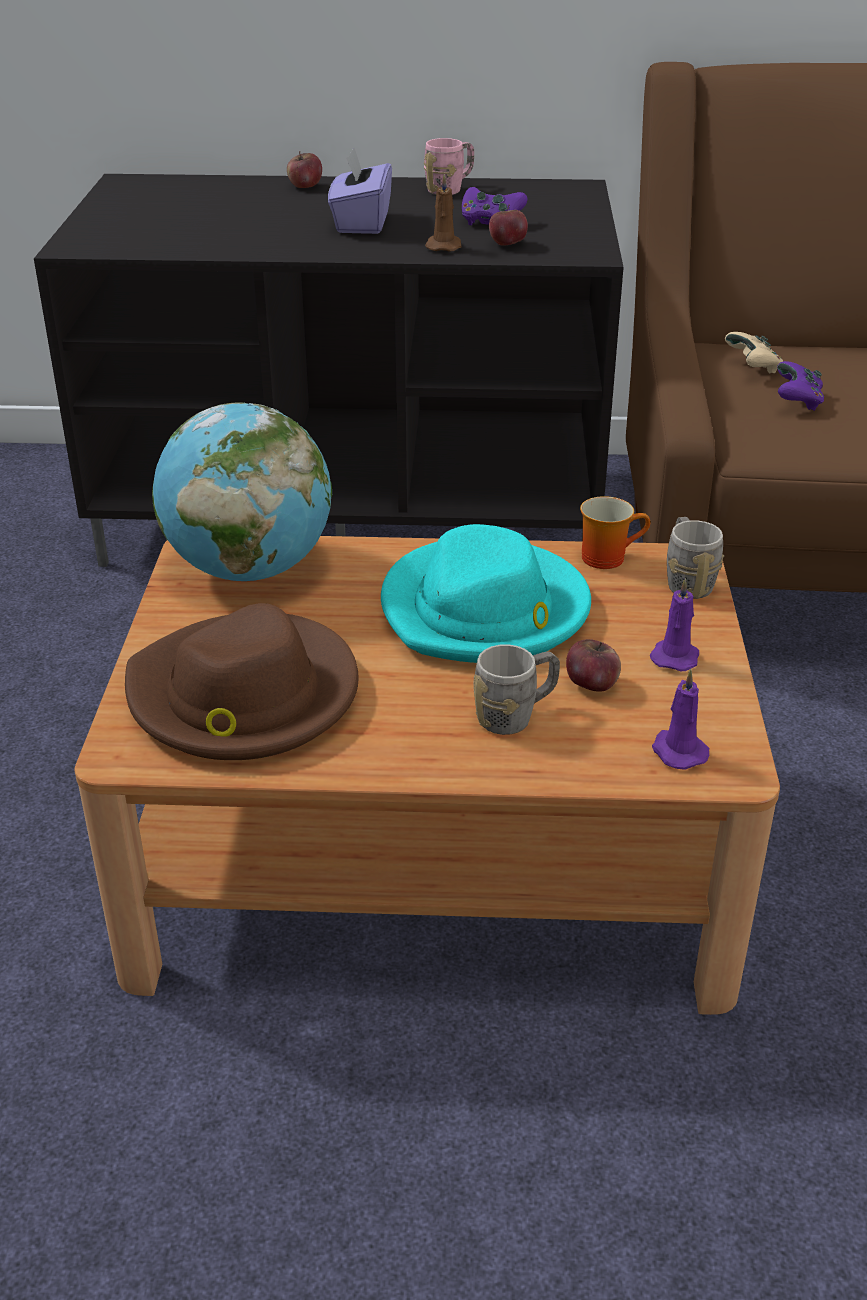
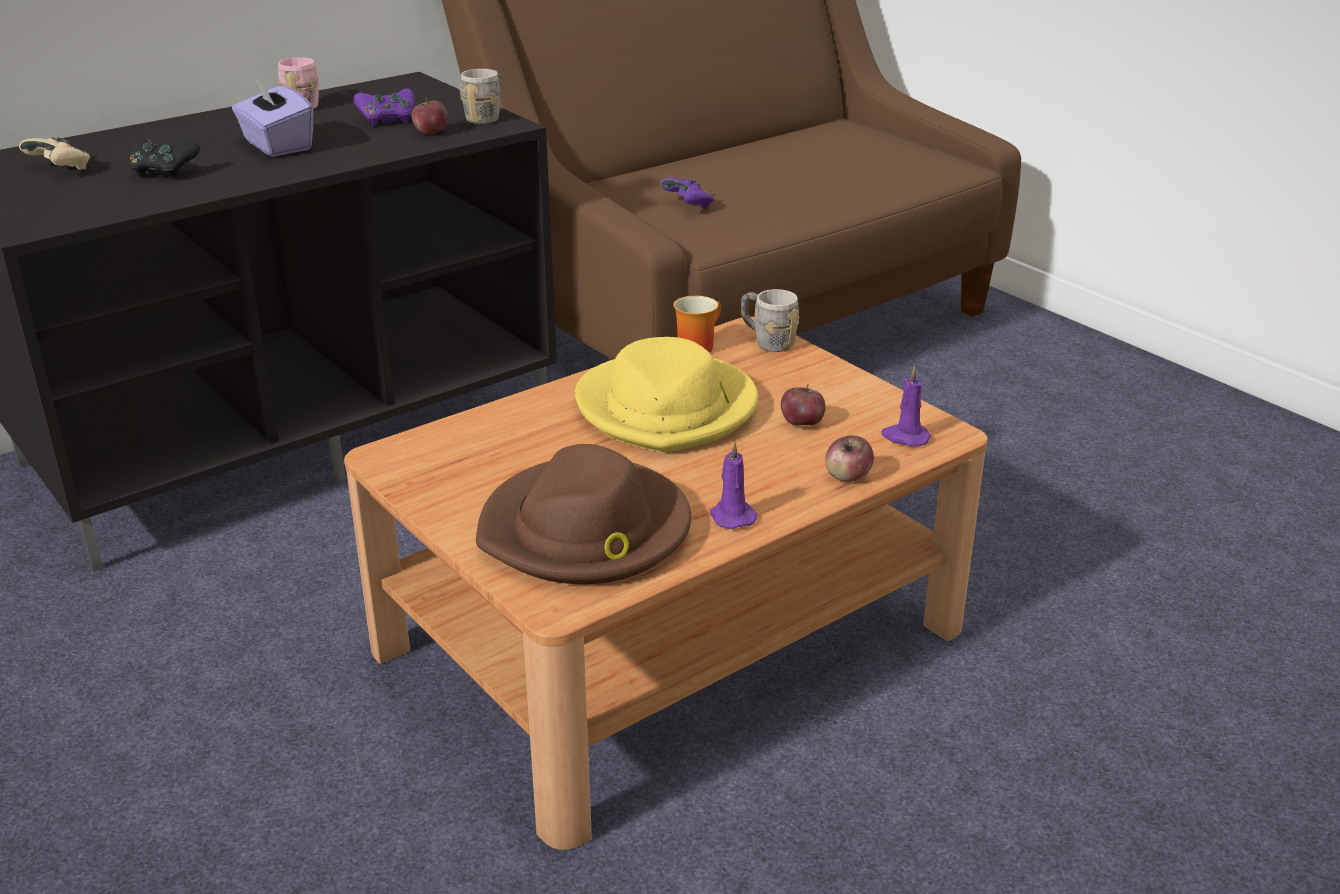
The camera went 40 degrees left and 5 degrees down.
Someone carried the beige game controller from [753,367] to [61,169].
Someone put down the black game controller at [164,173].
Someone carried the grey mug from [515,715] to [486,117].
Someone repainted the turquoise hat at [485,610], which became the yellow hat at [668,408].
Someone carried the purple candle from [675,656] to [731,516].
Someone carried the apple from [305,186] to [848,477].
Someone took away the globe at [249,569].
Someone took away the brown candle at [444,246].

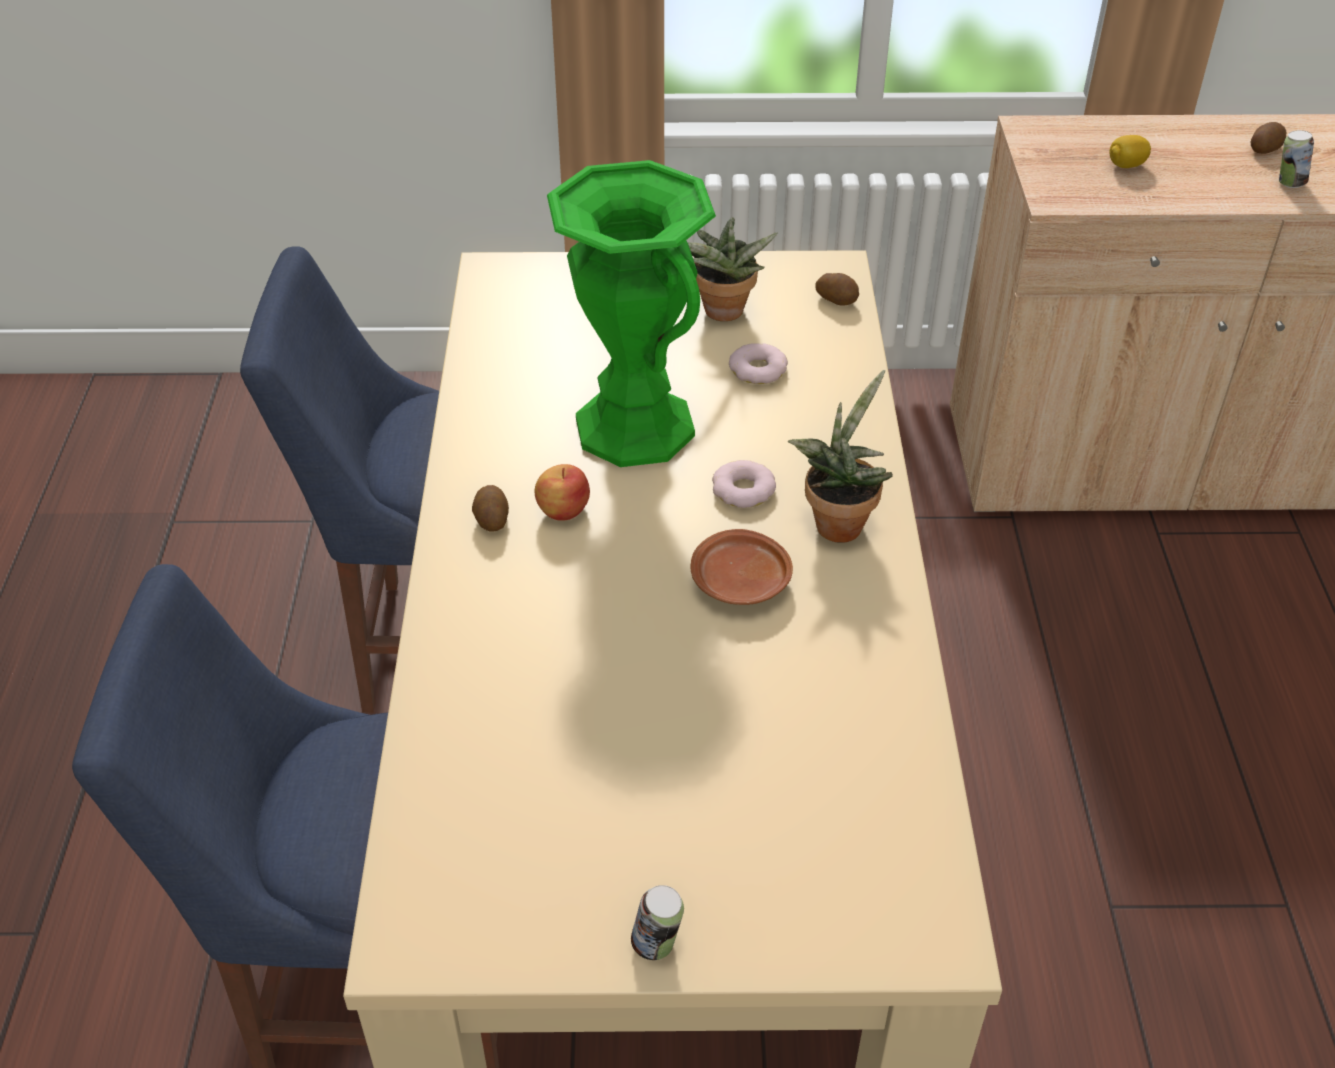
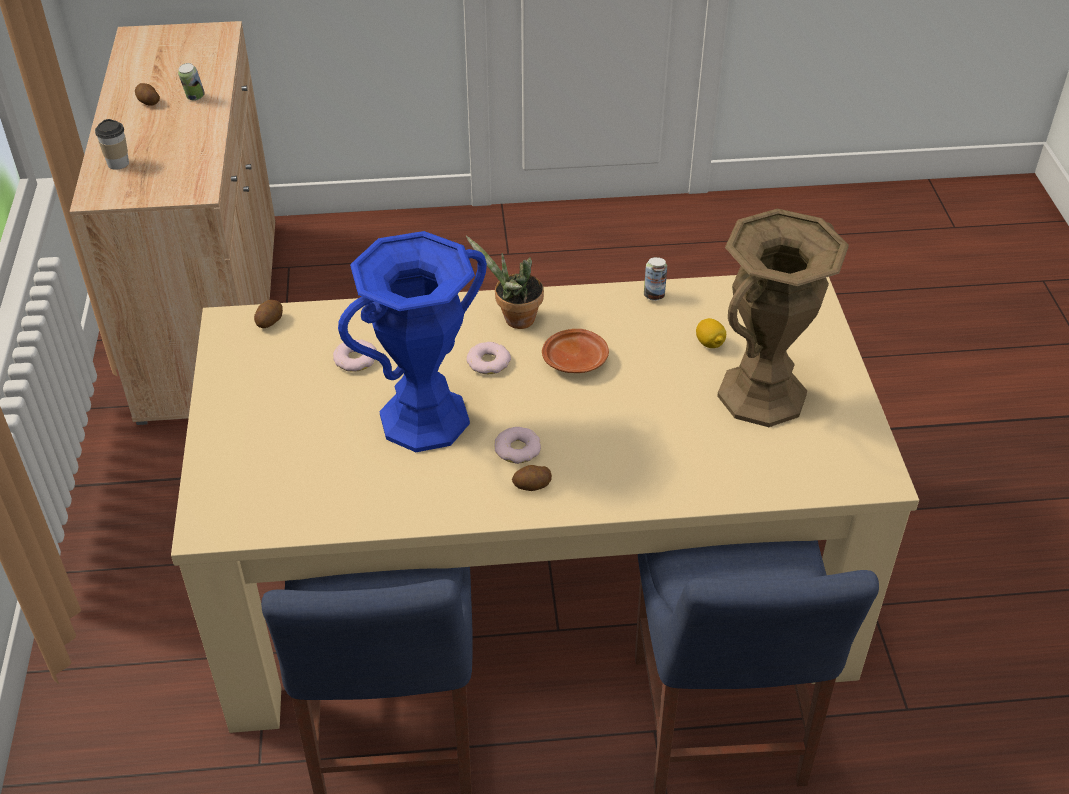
The camera went 95 degrees left and 0 degrees up.
Someone put down the cup at [118,163].
Someone repainted the green vase at [635,427], which became the blue vase at [424,419].
Someone swapped the apple at [563,510] for the donut at [518,449].
Someone carried the can from [657,945] to [654,295].
Someone carried the lemon from [1126,166] to [709,343].
Someone put down the brown vase at [761,395].
Someone took away the potted plant at [723,314].

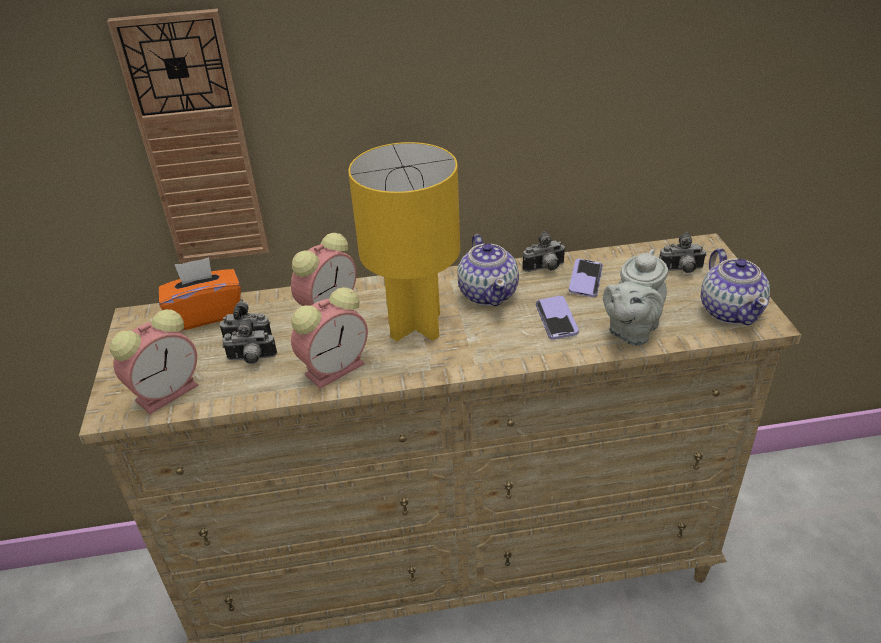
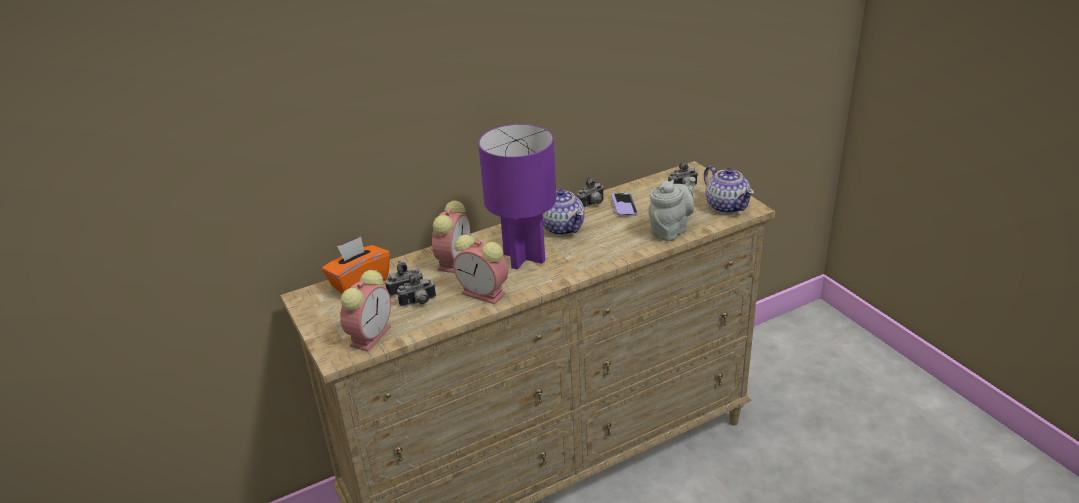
The camera went 20 degrees left and 5 degrees down.
Someone rotated the alarm clock at [336,367] by 90 degrees clockwise.
Someone repainted the yellow table lamp at [415,325], which became the purple table lamp at [524,257].
Someone rotated the grey teapot at [631,331] by 150 degrees counterclockwise.
Someone took away the wall clock at [197,146].
Someone took away the phone at [556,319].

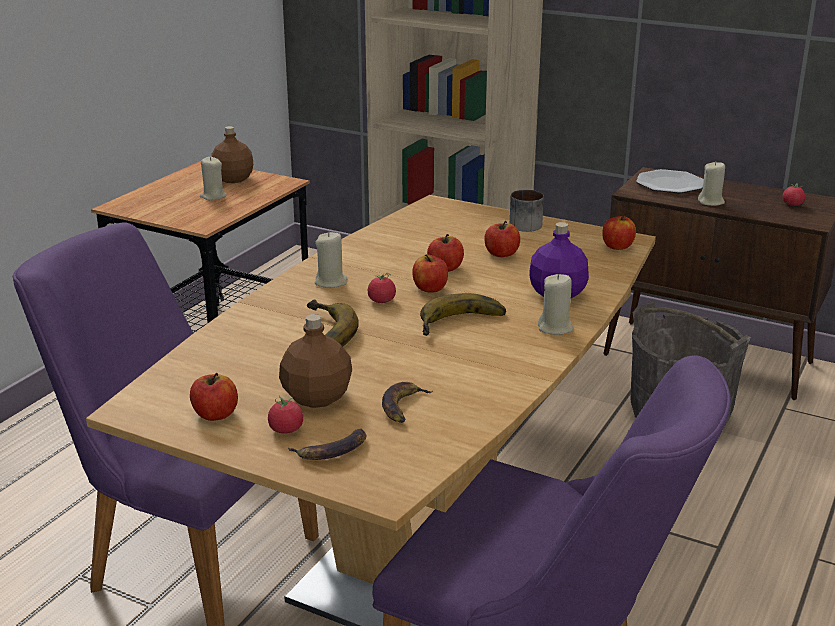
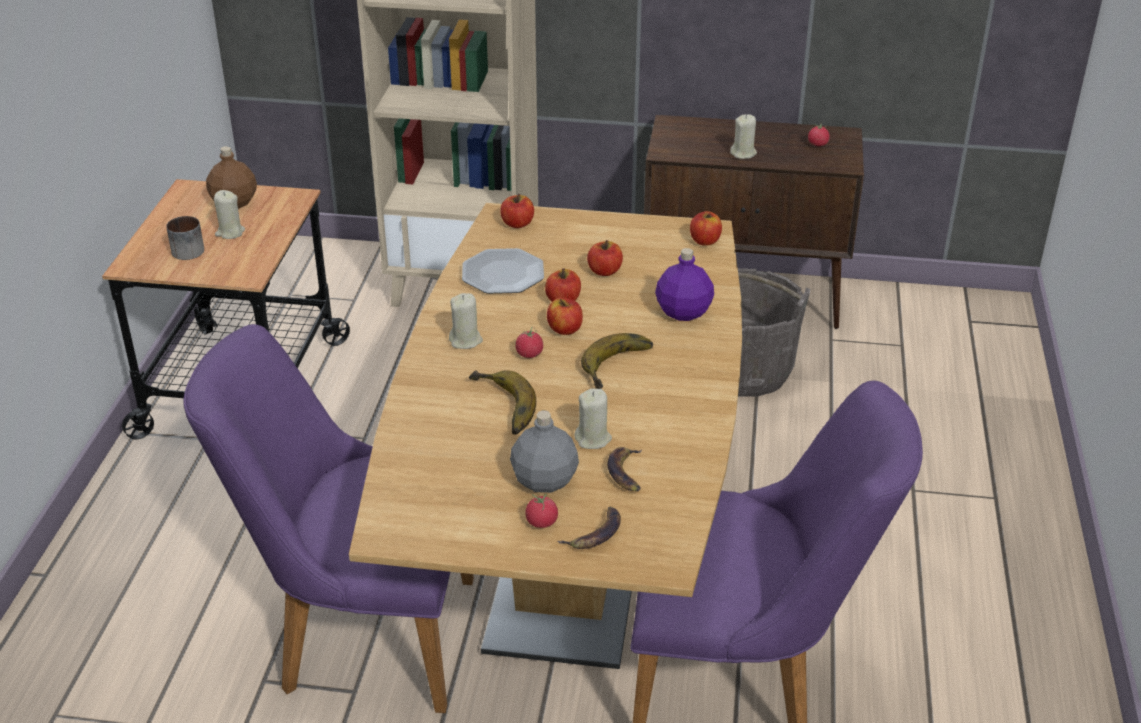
The camera went 20 degrees left and 10 degrees up.
Someone carried the mug from [522,224] to [184,250].
Someone carried the plate from [669,184] to [503,274].
Someone carried the apple from [215,414] to [517,224].
Someone repainted the brown bottle at [315,397], which became the grey bottle at [543,481].
Someone carried the beige candle from [555,328] to [593,439].

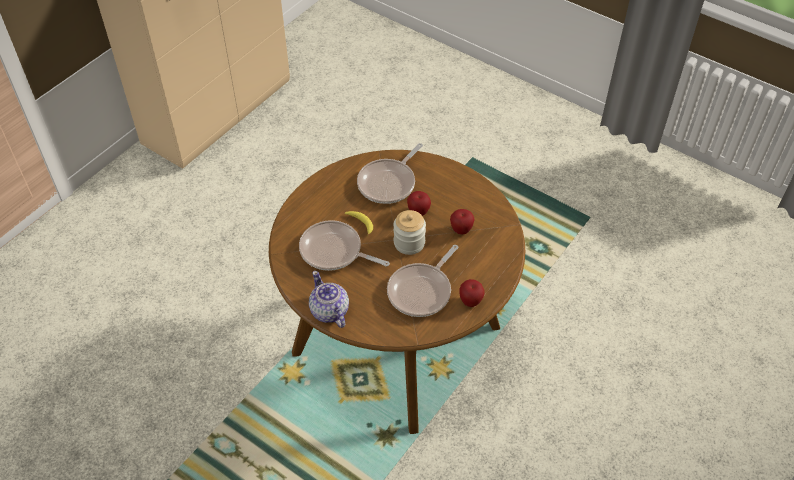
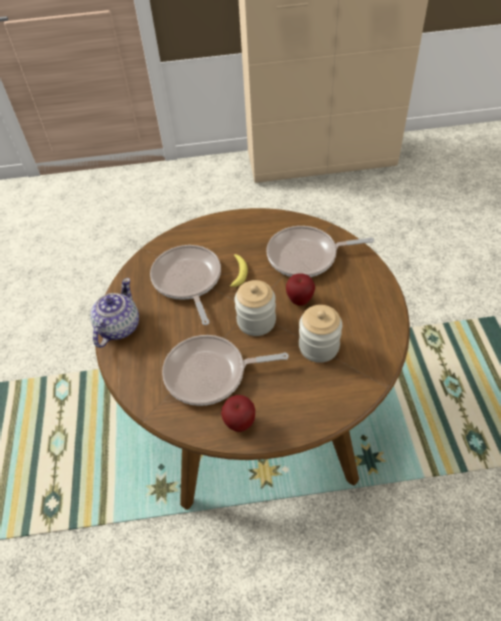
The camera went 50 degrees right and 0 degrees up.
Someone swapped the apple at [461,230] for the jar at [319,346].

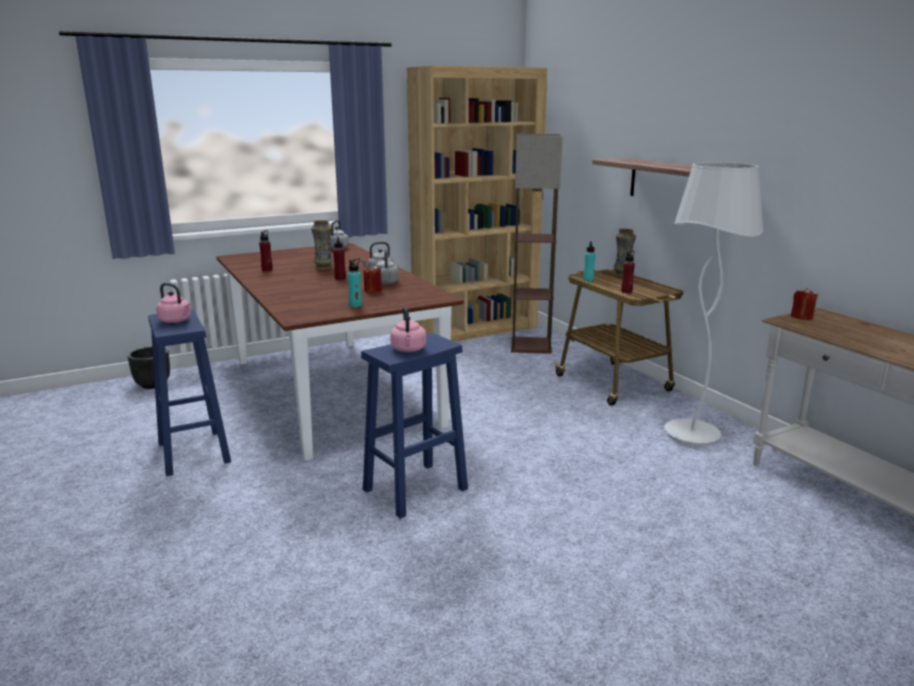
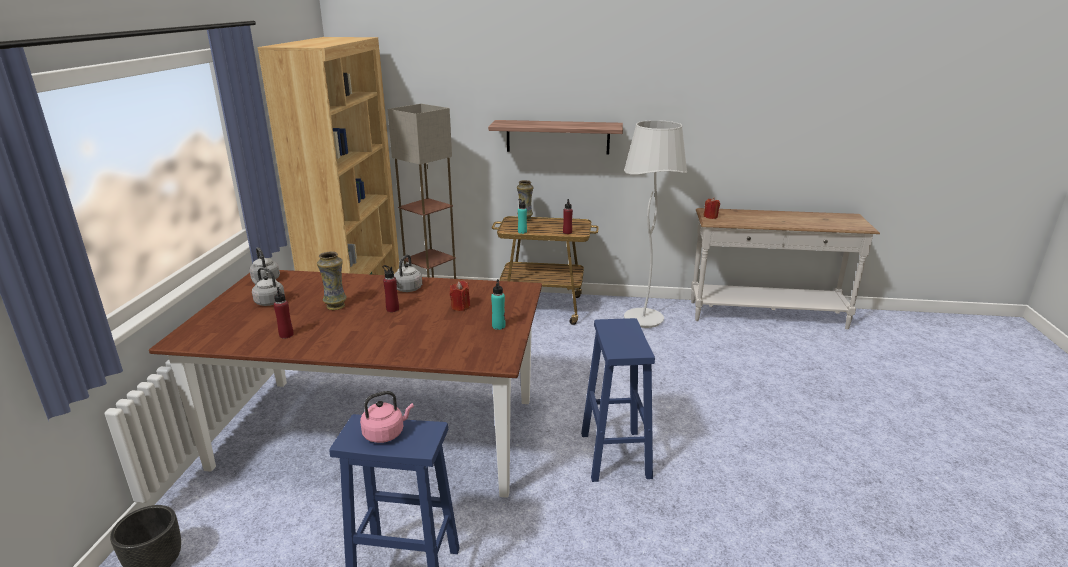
The camera went 55 degrees left and 5 degrees up.
Someone carried the grey kettle from [385,282] to [268,301].
Someone took away the pink kettle at [408,350].

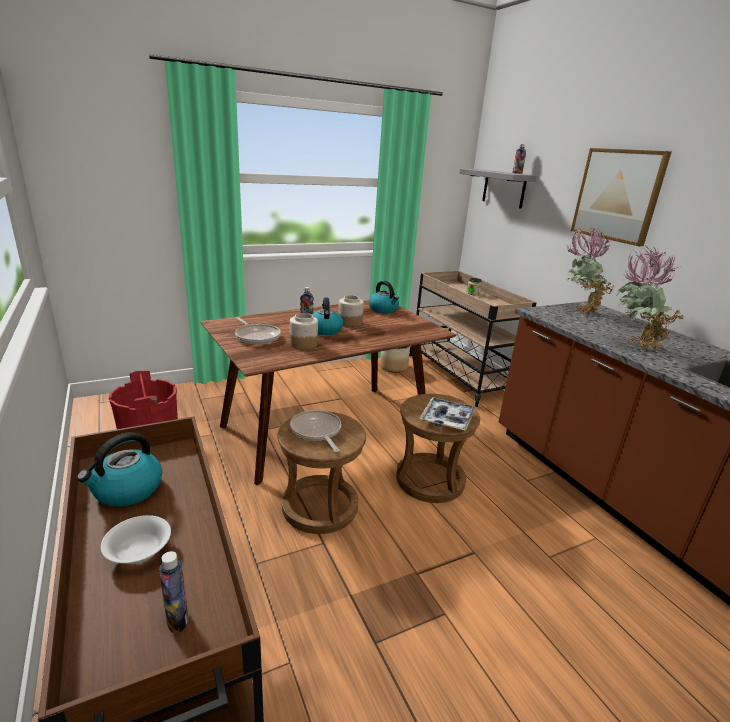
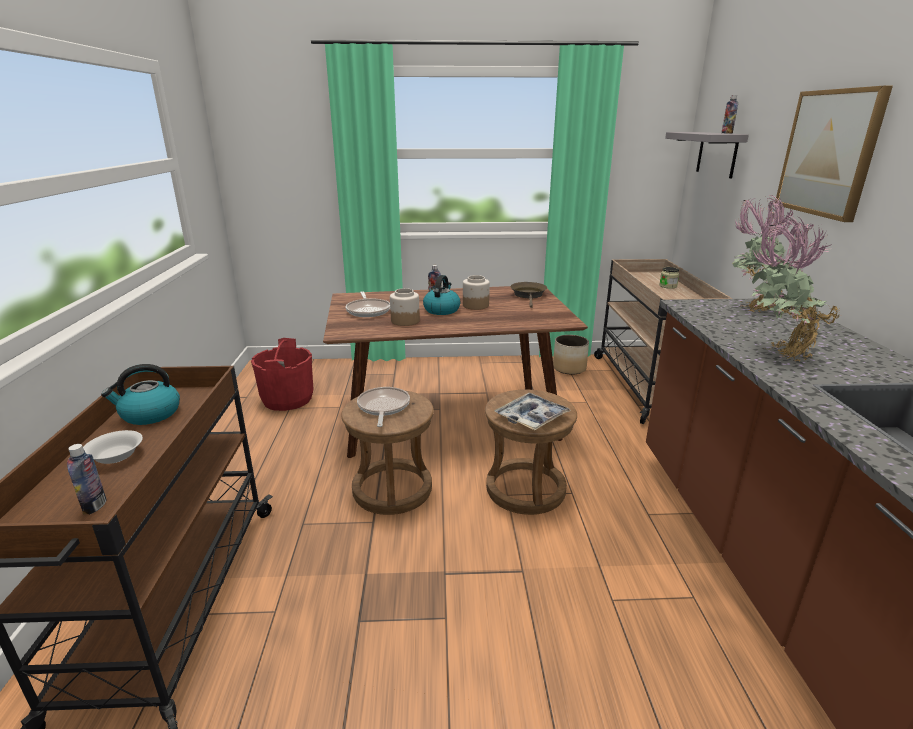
The camera went 25 degrees right and 0 degrees up.
Someone swapped the kettle at [384,309] for the brown frying pan at [528,295].

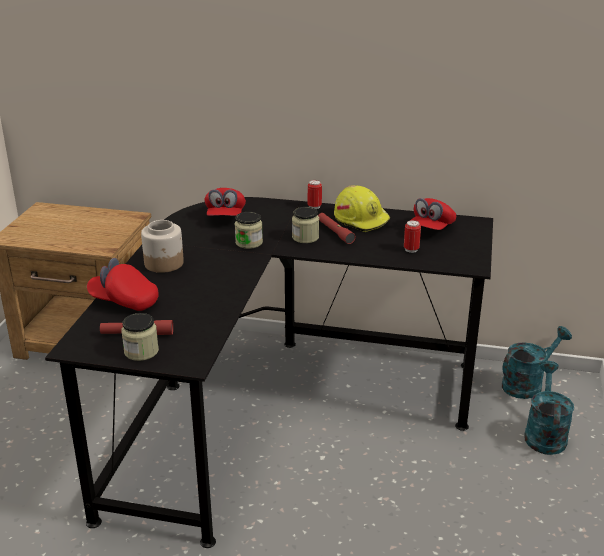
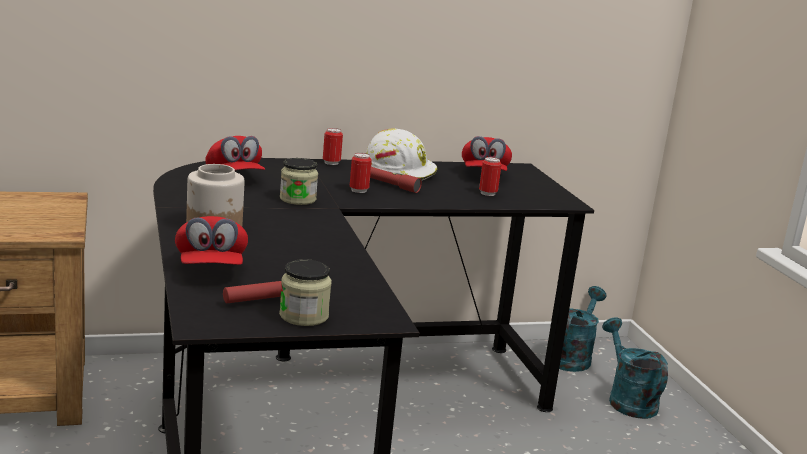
The camera went 30 degrees left and 10 degrees down.
Someone rotated the red cap at [124,301] by 90 degrees counterclockwise.
Someone swapped the jar at [305,237] for the can at [359,190].
Someone repainted the yellow hard hat at [361,219], which became the white hard hat at [400,171].

